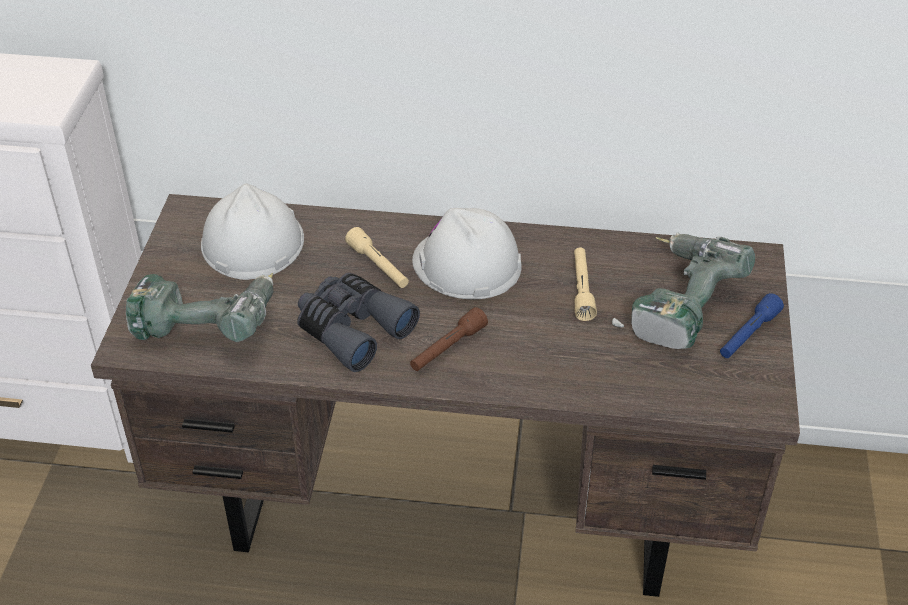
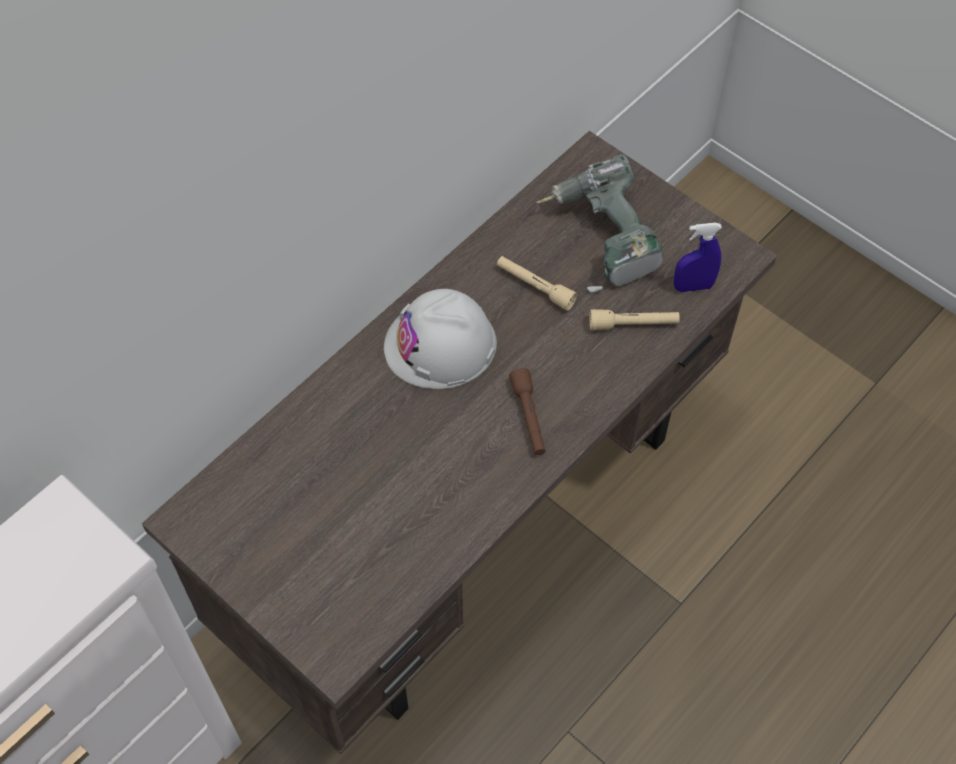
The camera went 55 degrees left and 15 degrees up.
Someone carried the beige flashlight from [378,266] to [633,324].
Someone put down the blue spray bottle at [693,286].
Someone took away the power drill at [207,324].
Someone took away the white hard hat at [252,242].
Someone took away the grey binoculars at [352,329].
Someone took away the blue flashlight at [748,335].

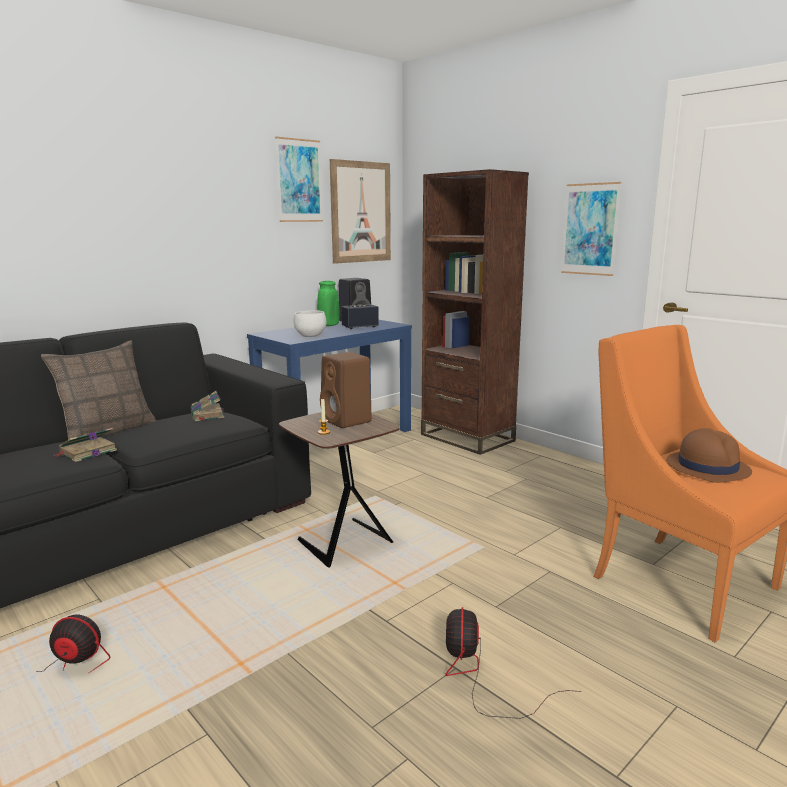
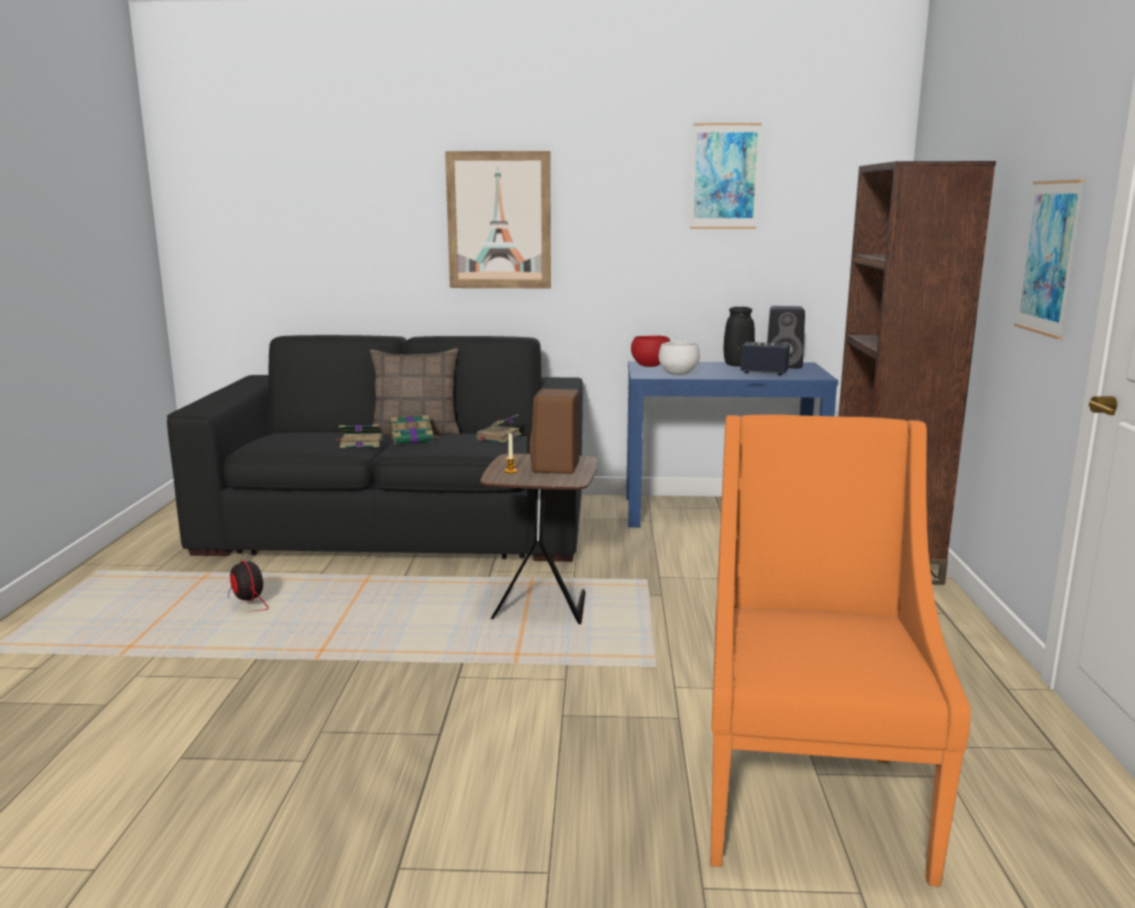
The camera went 45 degrees right and 0 degrees up.
Someone put down the book at [413,439].
Someone carried the picture from [361,212] to [499,220].
Someone put down the red bowl at [649,365].
Someone repainted the green vase at [329,325], which became the black vase at [738,365].
Someone took away the fan at [480,676].
Someone took away the brown hat at [707,467].

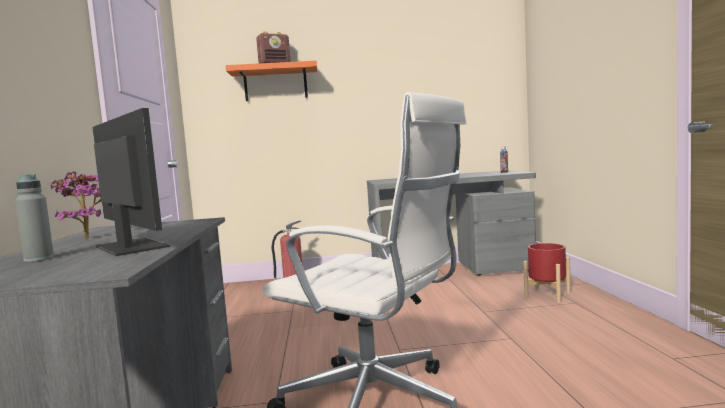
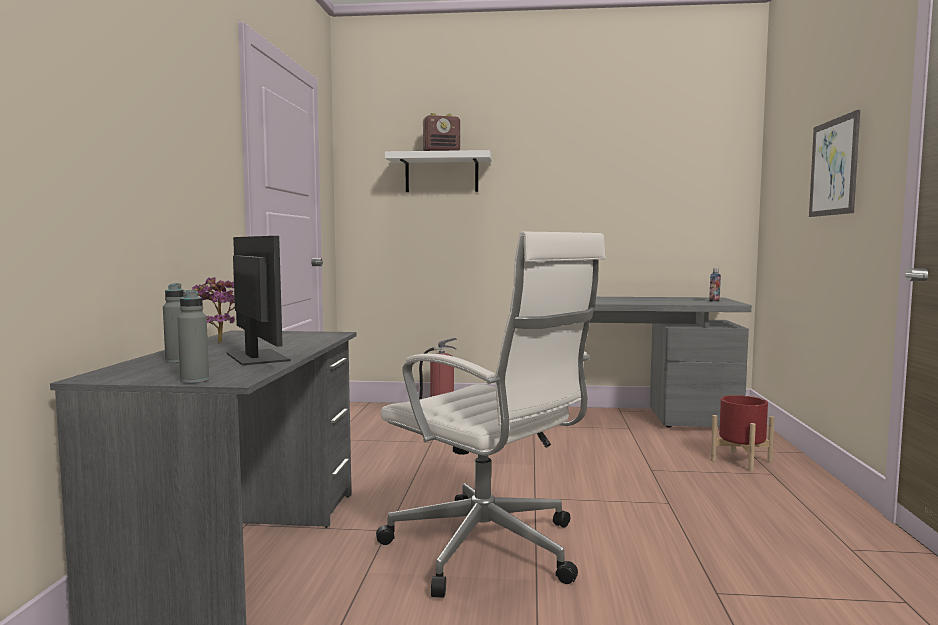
The camera went 10 degrees right and 0 degrees up.
Someone put down the grey bottle at [194,380].
Someone repainted the orange shelf at [275,84], which became the white shelf at [441,173].
Someone put up the picture at [833,167].

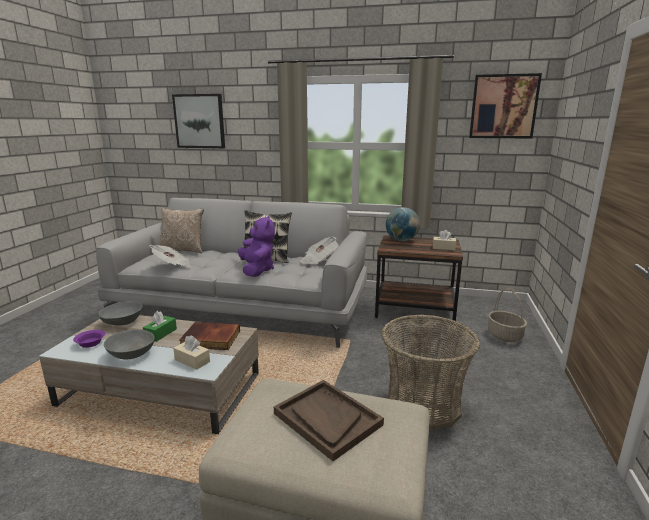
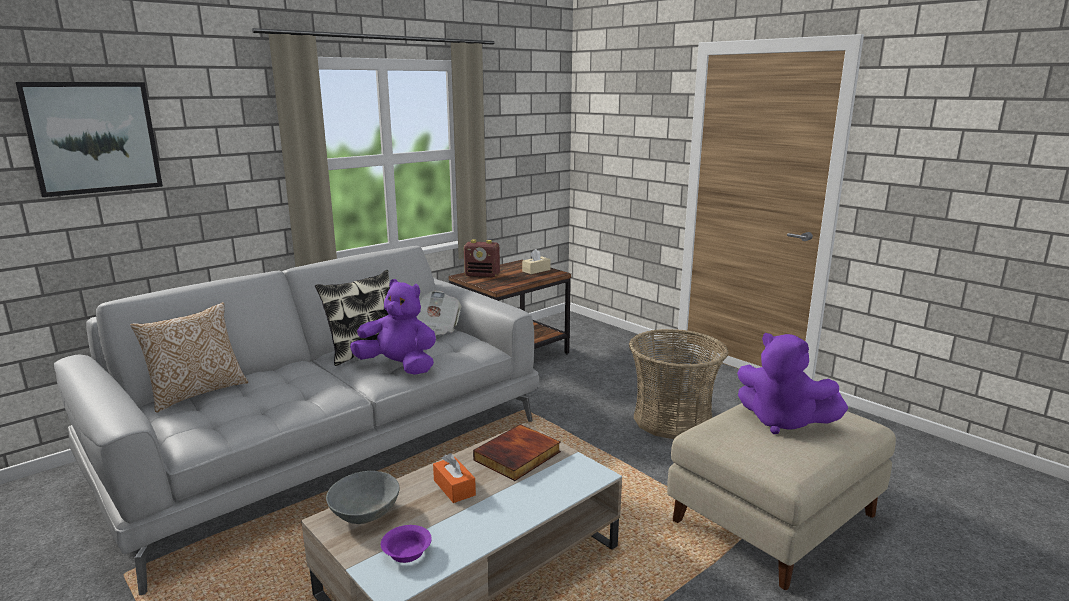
The camera went 55 degrees left and 0 degrees up.
Someone repainted the green tissue box at [160,334], which became the orange tissue box at [454,487].
Someone swapped the globe at [401,240] for the radio at [482,275].
Someone swapped the brown tray at [327,419] for the purple plush toy at [782,422].
Someone took away the grey bowl at [131,354].
Someone took away the newspaper at [172,266].
Someone took away the beige tissue box at [192,361].
Someone took away the picture at [503,106].
Someone took away the basket at [505,336].

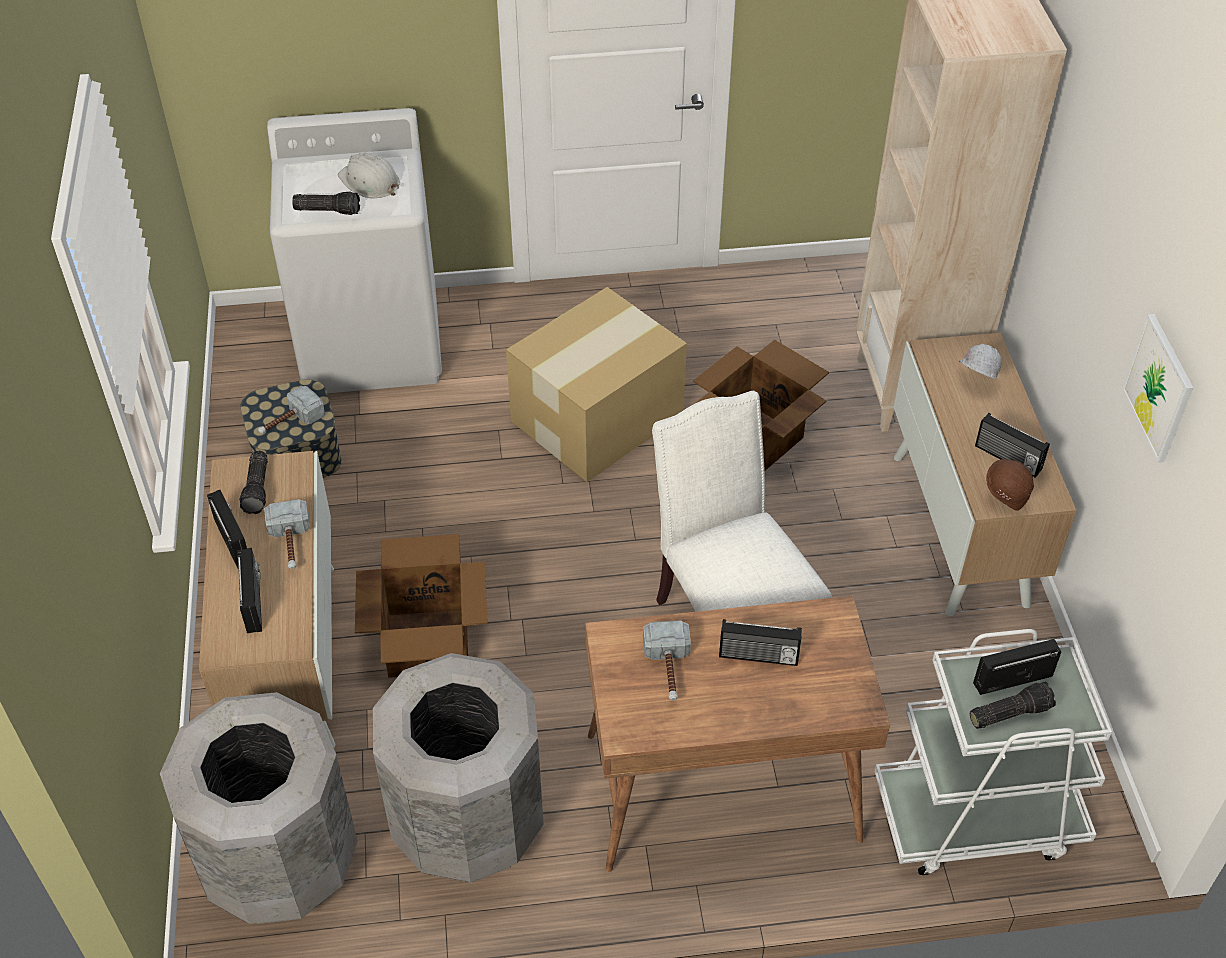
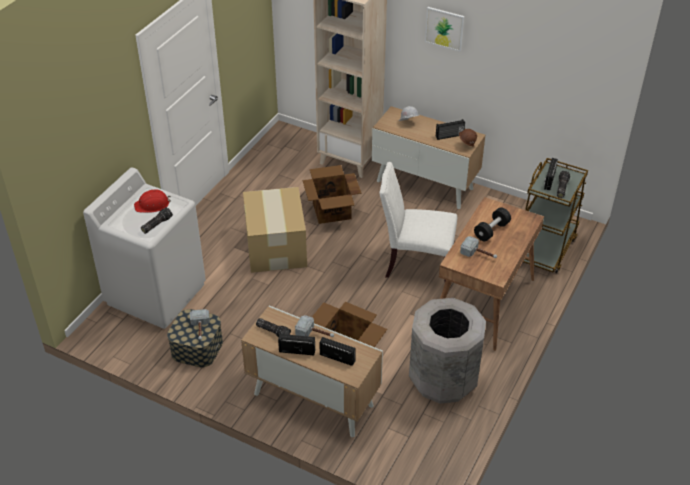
The camera went 55 degrees left and 5 degrees down.
Someone repainted the white hard hat at [369,182], which became the red hard hat at [152,205].
Someone carried the picture from [1159,388] to [444,28].
Someone swapped the radio at [758,656] for the black dumbbell at [491,231].
Someone repainted the white cart at [977,817], which became the brown cart at [545,248].
Someone took away the grey trash can at [280,863].

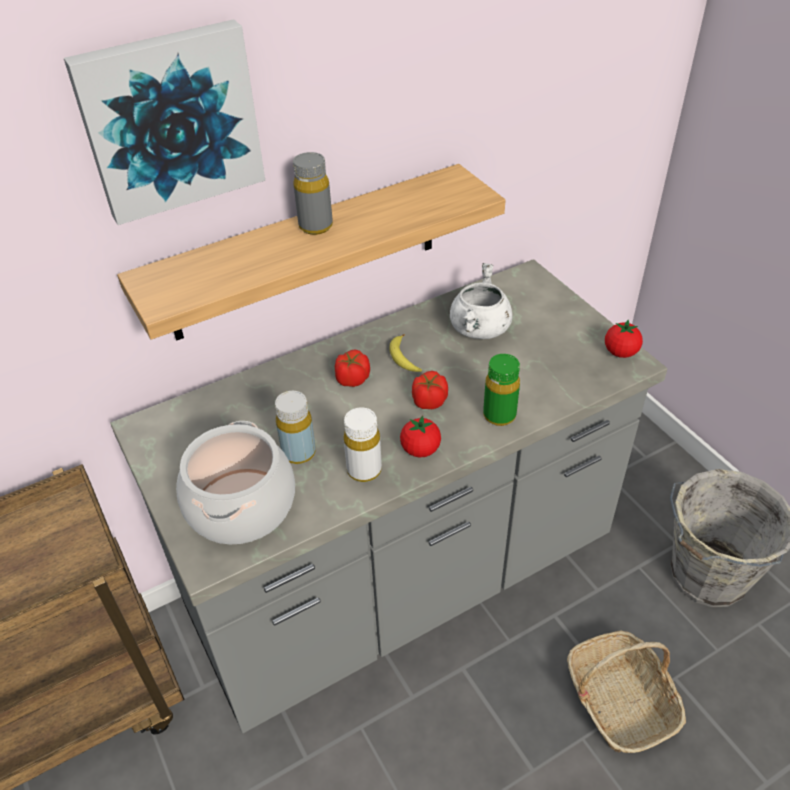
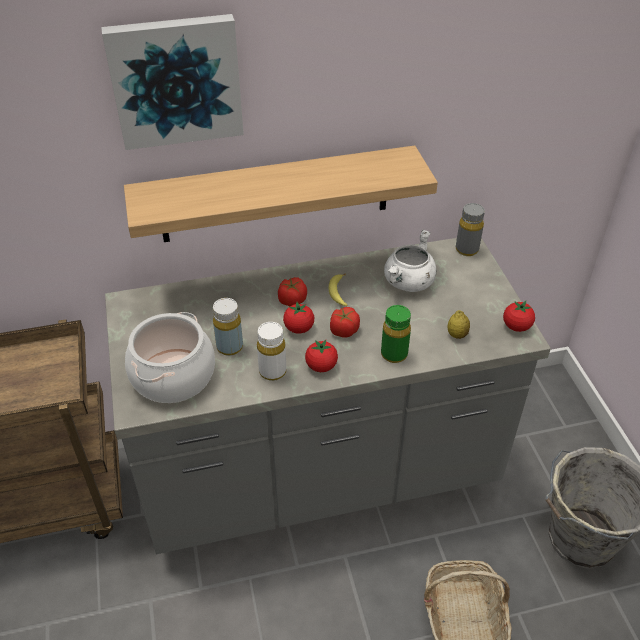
The camera went 15 degrees right and 0 degrees up.
Someone put down the tomato at [299,328].
Someone put down the lemon at [457,335].
Someone carried the grey bottle from [315,226] to [467,249].

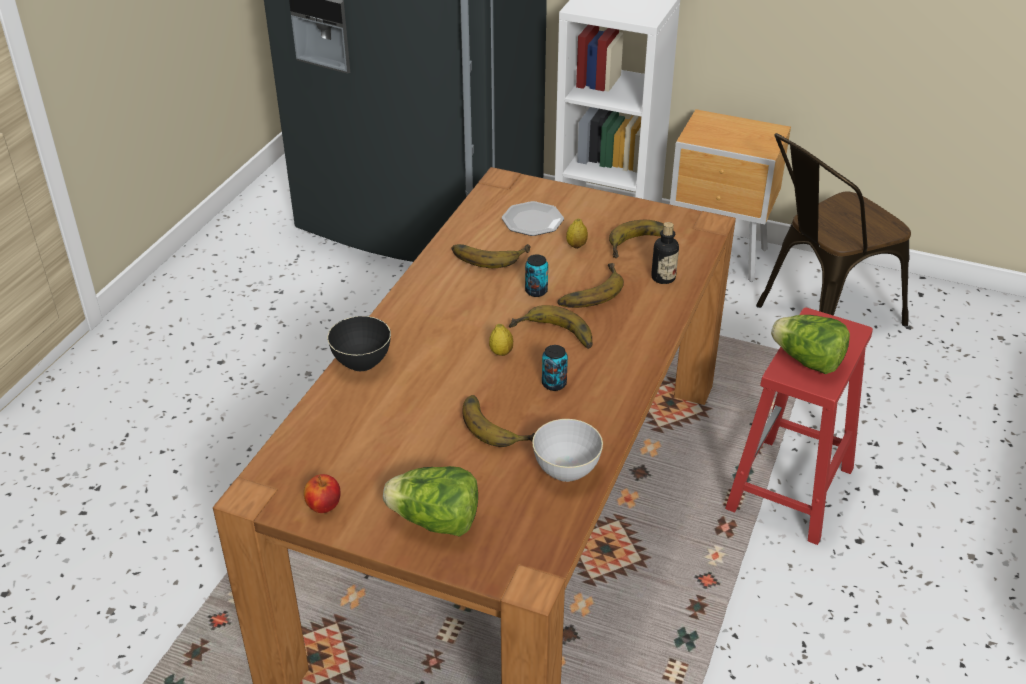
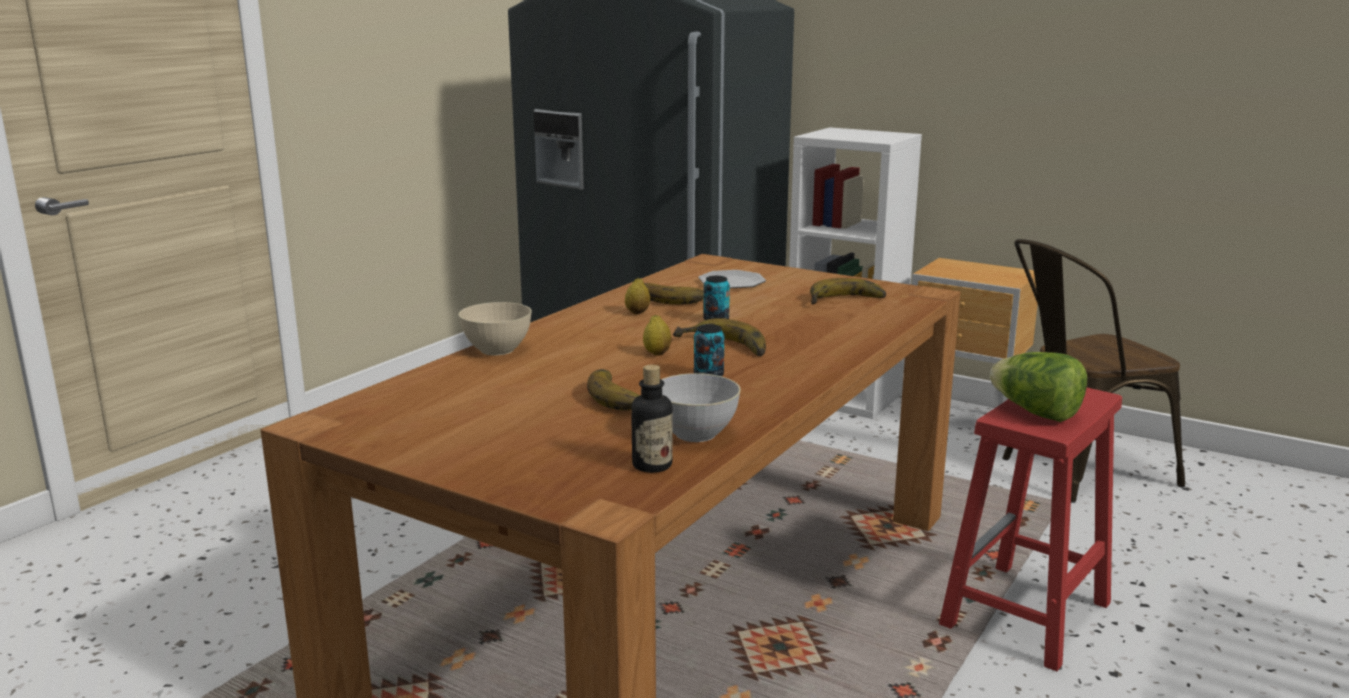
The camera went 10 degrees right and 20 degrees down.
Someone repainted the black bowl at [362,362], which became the beige bowl at [497,350].
Someone carried the lemon from [576,245] to [637,312].
Someone carried the bottle from [663,278] to [652,465].
Someone took away the apple at [323,506].
Someone took away the lettuce at [435,522].
Someone took away the banana at [588,291].

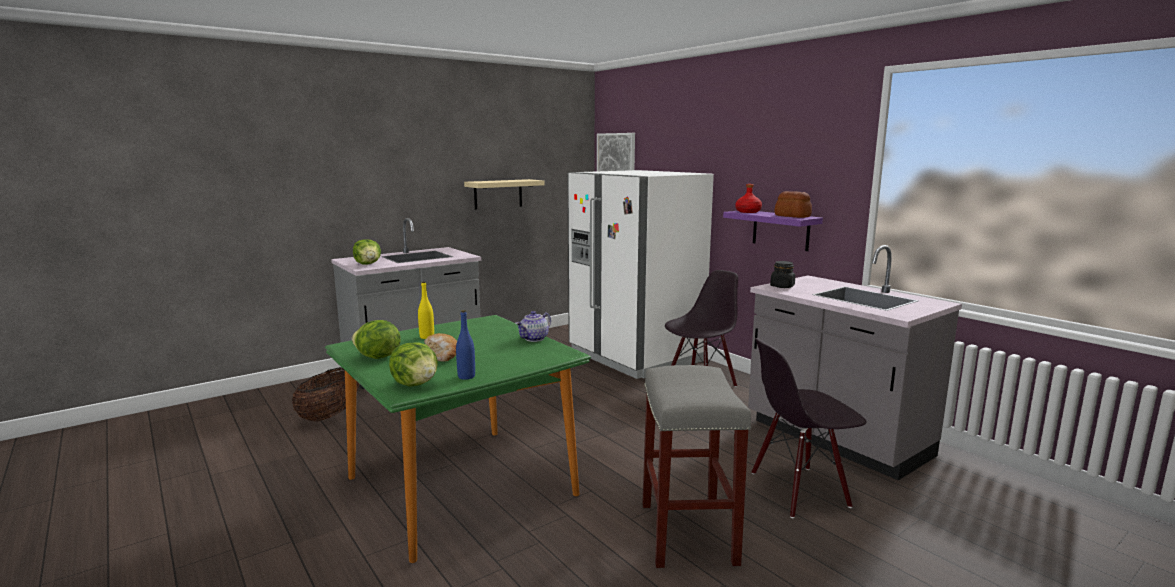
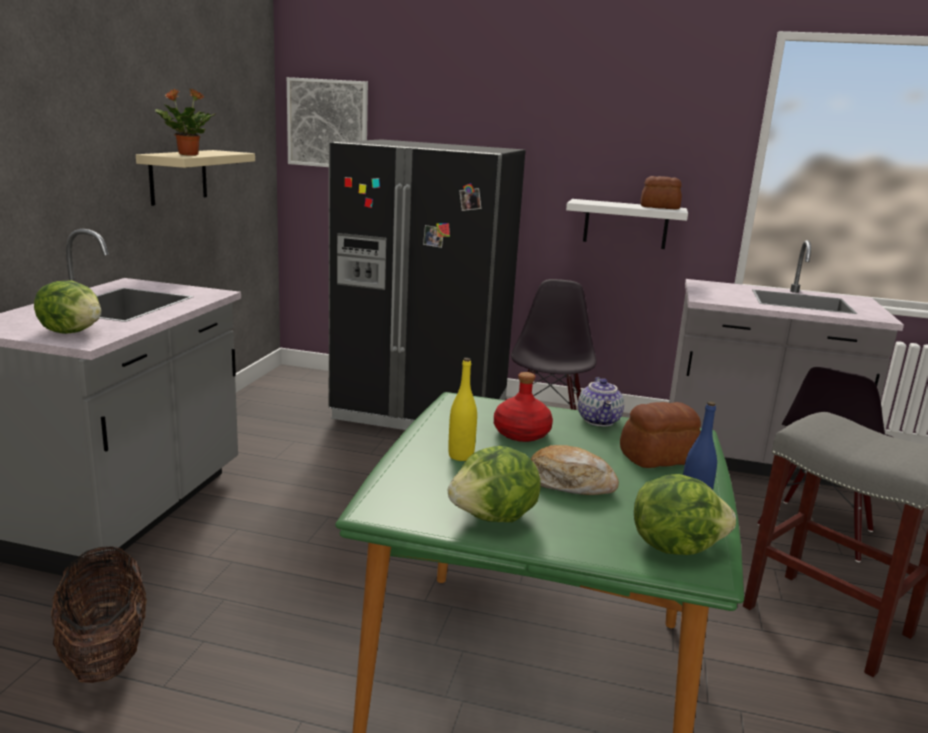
The camera went 40 degrees left and 5 degrees up.
Someone put down the potted plant at [187,154].
Someone repainted the white fridge at [635,356], which became the black fridge at [422,409].
Someone carried the red bottle from [748,212] to [522,433].
Someone repainted the purple shelf at [780,230], which became the white shelf at [625,224].
Someone put down the bread at [660,458].
Someone took away the black jar at [782,286].

